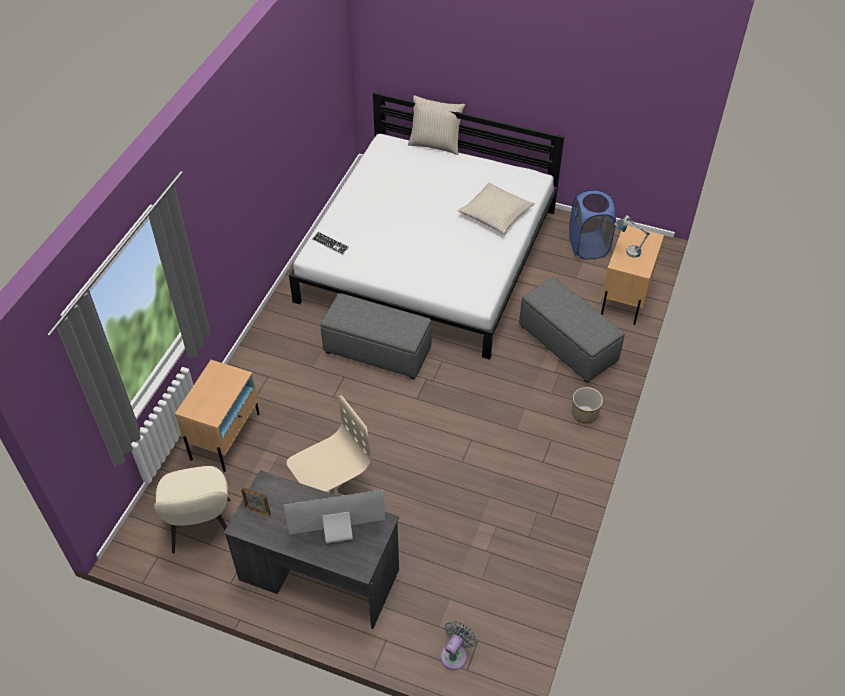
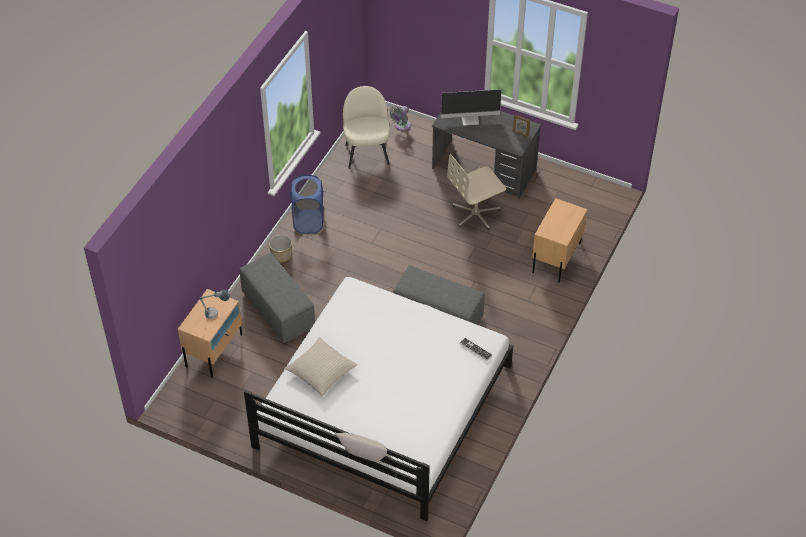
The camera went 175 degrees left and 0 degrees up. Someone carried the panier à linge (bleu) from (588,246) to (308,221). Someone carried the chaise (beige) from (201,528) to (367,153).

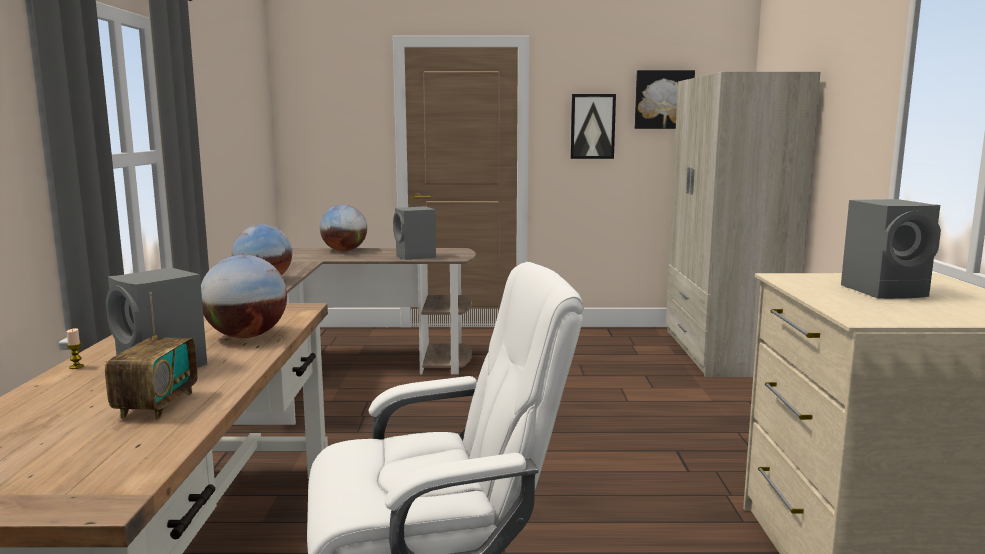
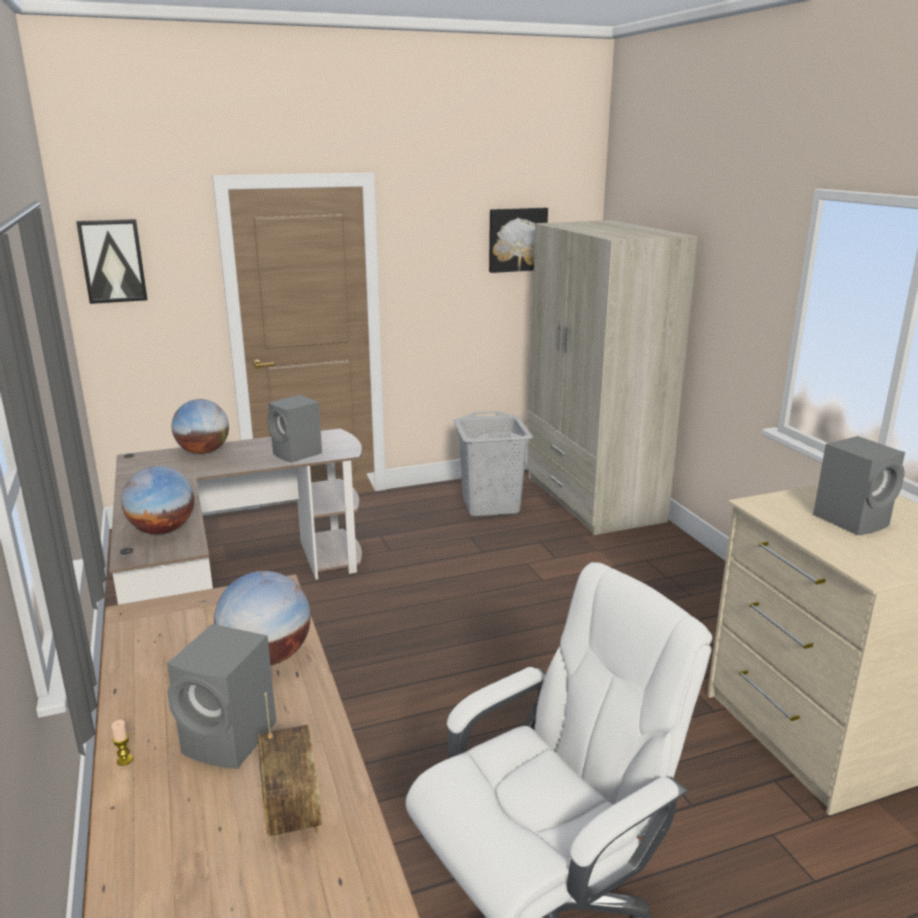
The camera went 20 degrees left and 10 degrees up. Someone carried the tableau from (592,126) to (112,261). Someone put down the panier à linge (gris) at (490,505).

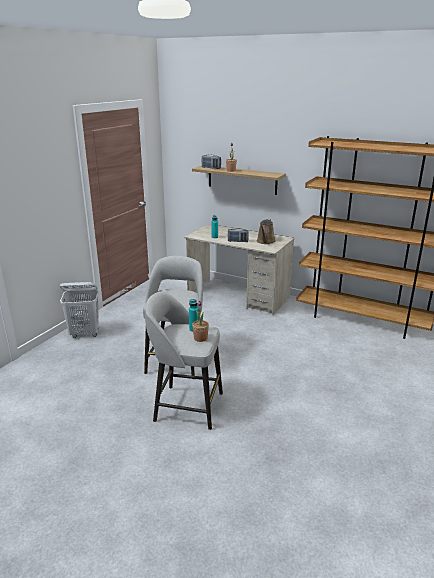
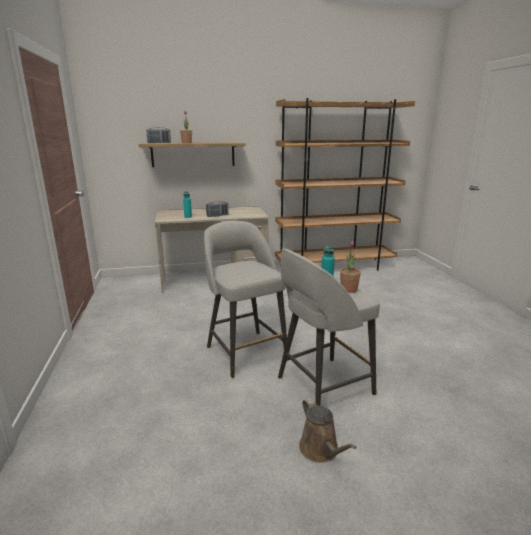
The camera went 40 degrees left and 5 degrees down. Someone carried the arrosoir (marron) from (265,241) to (321,450). Someone took away the panier à linge (blanc) at (85,333).

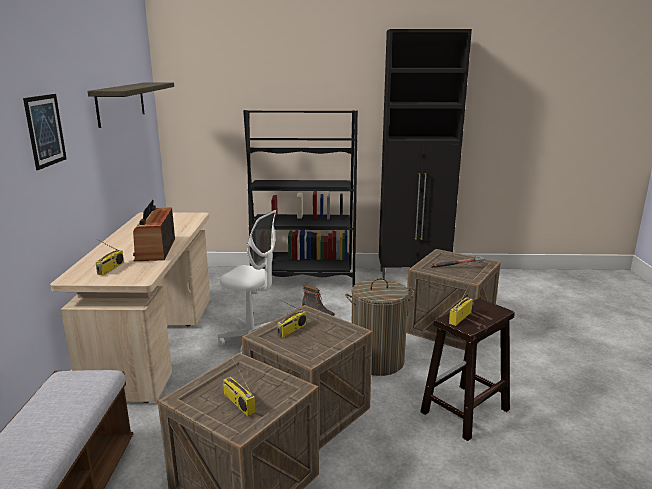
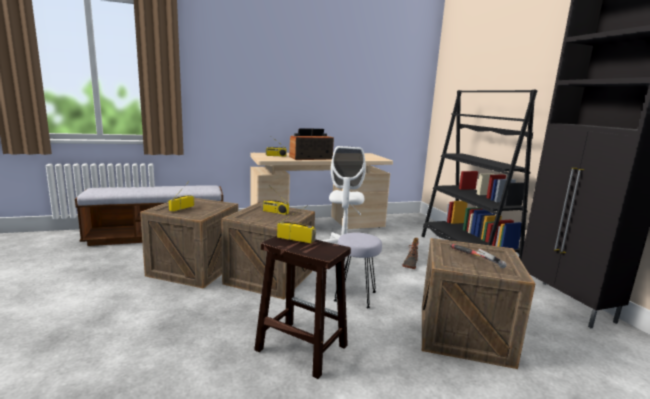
The camera went 70 degrees right and 5 degrees down. Someone took away the étagère at (121,103). Someone took away the tableau at (45,130). Someone swapped the panier à linge at (377,361) for the tabouret (gris) at (355,297).

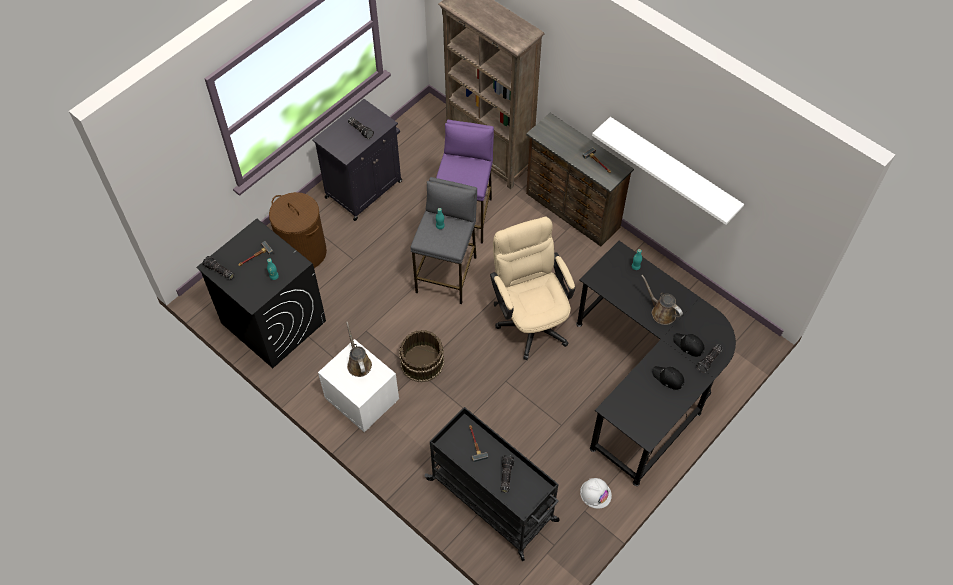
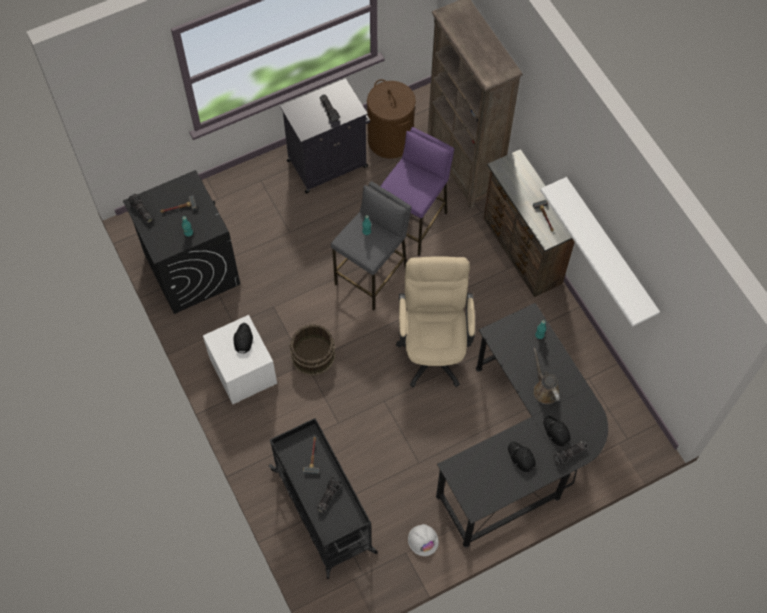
The camera went 20 degrees right and 5 degrees up. Someone carried the panier à linge (marron) from (303,252) to (390,140). Someone swapped the arrosoir (marron) at (358,363) for the casquette (noir) at (243,339).

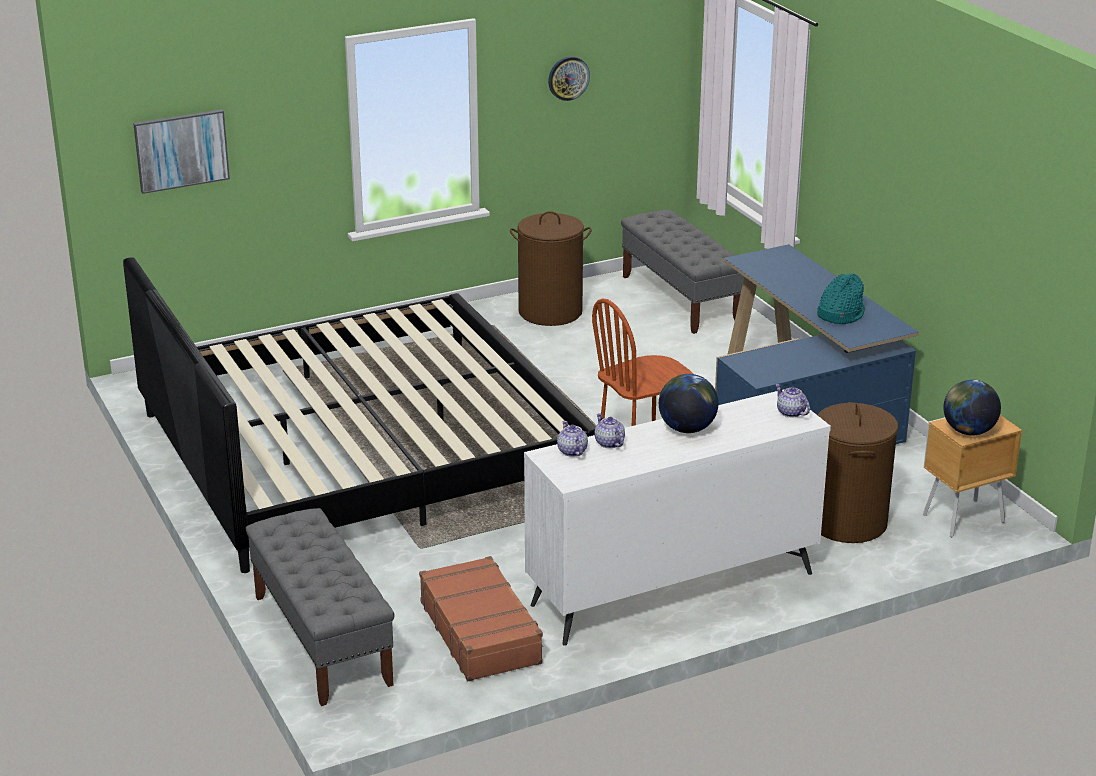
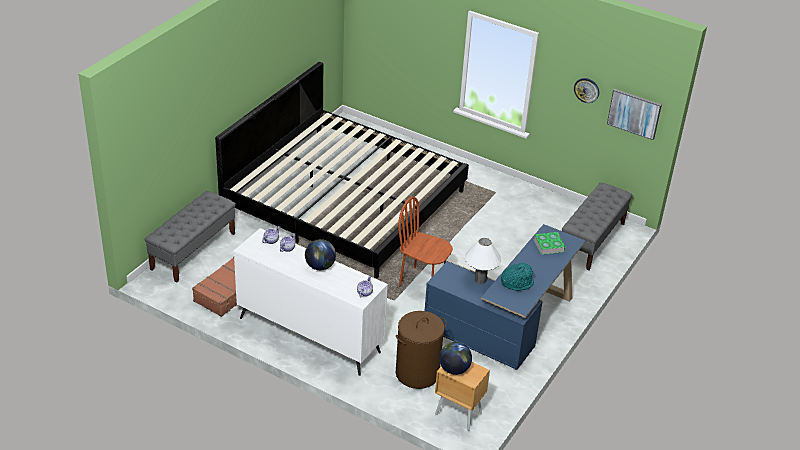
The camera went 55 degrees right and 10 degrees up. Someone carried the tableau from (181,150) to (634,113). Someone took away the panier à linge (marron) at (550,312). Someone put down the livre at (549,245). Someone put down the lampe de table (blanc) at (480,280).

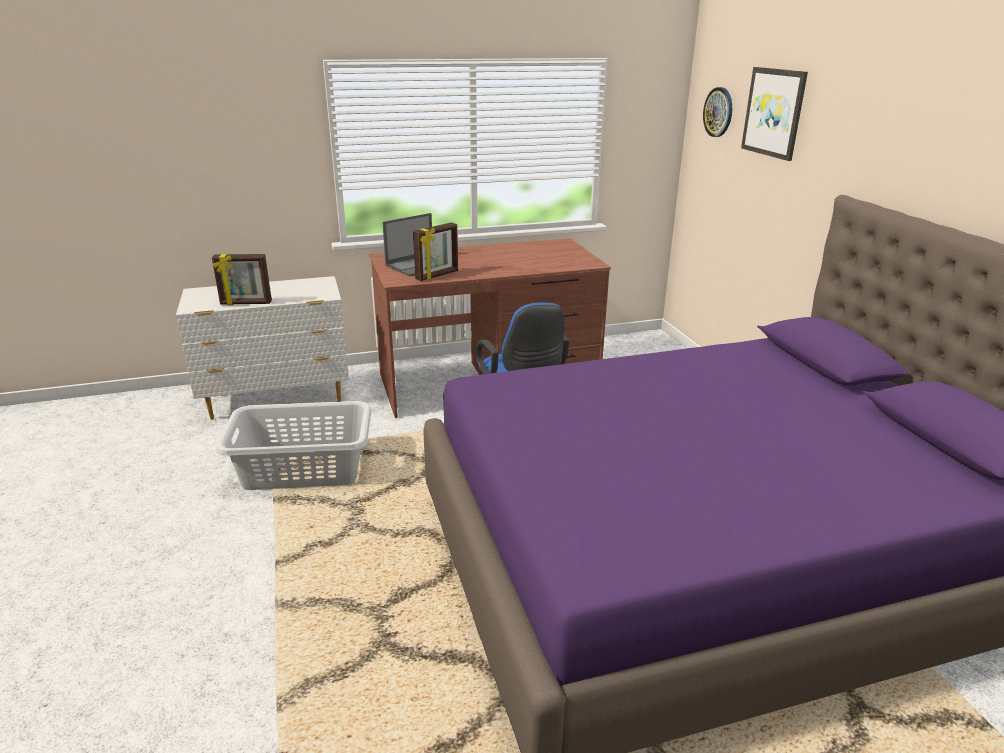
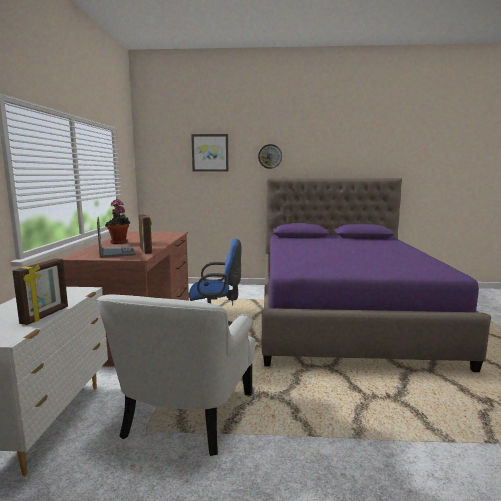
The camera went 70 degrees left and 15 degrees down. Someone carried the horloge murale from (718,112) to (270,156). Someone swapped the panier à linge (gris) at (303,468) for the fauteuil (blanc) at (186,415). Someone put down the plante en pot at (119,242).

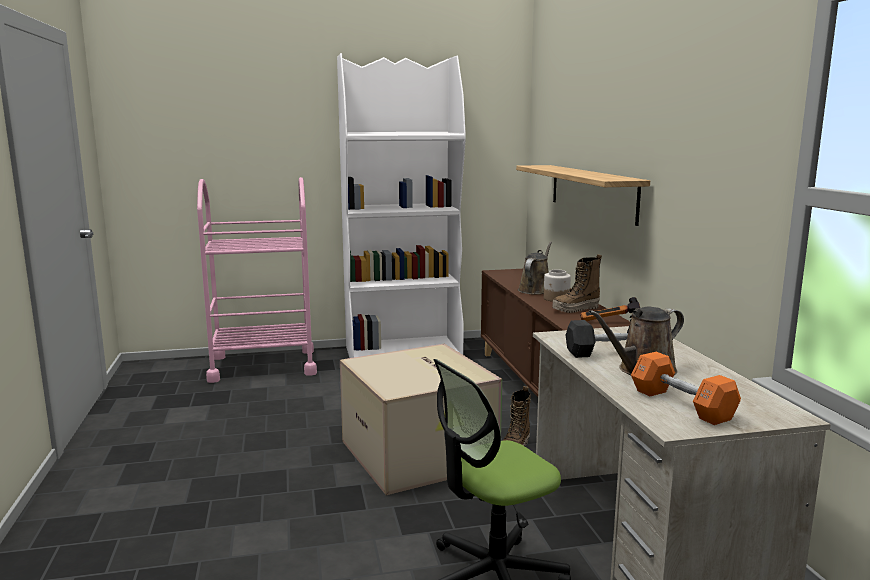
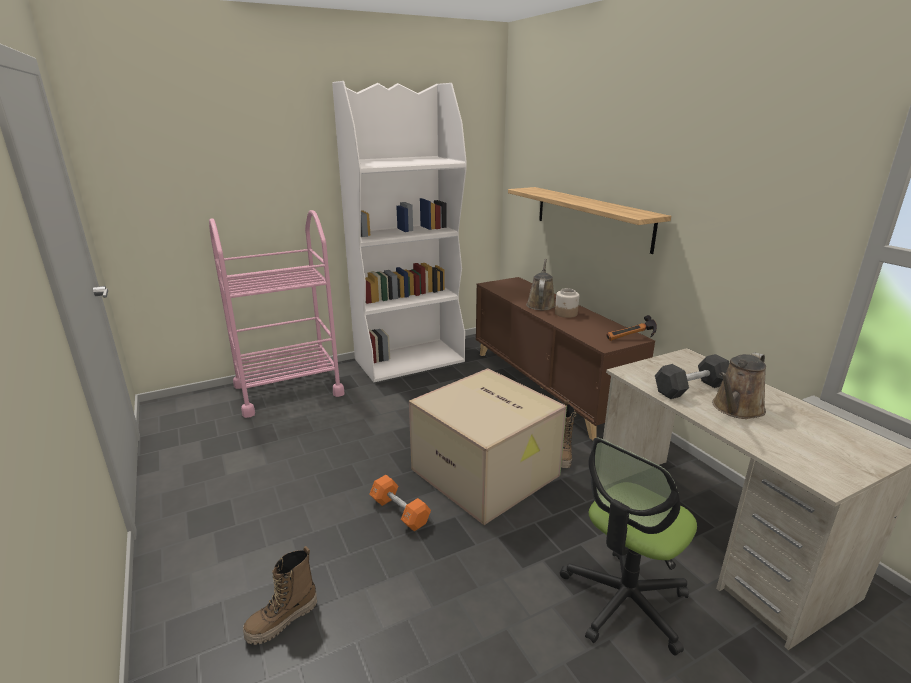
The camera went 15 degrees left and 10 degrees up. Someone carried the botte from (576,309) to (282,621). Someone carried the haltère (orange) from (681,404) to (400,512).

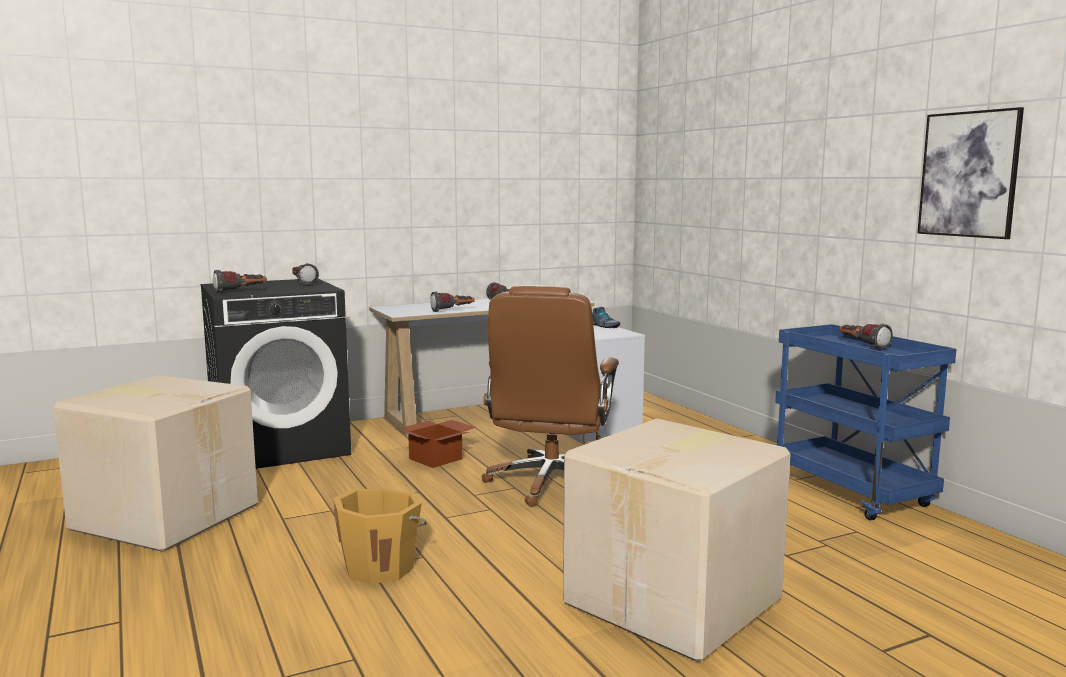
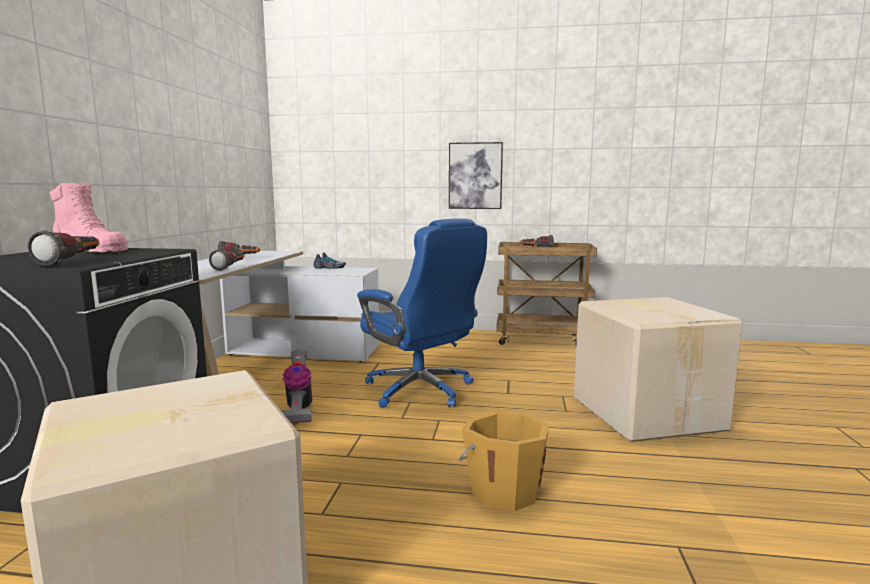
The camera went 55 degrees left and 0 degrees up. Someone carried the tableau from (969,174) to (475,176). Someone swapped the lampe de poche at (302,283) for the botte (rose) at (91,250). Someone repainted the chaise de bureau (marron) at (550,484), which became the chaise de bureau (bleu) at (421,390). Someone repainted the chariot (bleu) at (853,493), which became the chariot (marron) at (542,339). Someone swapped the carton at (437,459) for the aspirateur at (298,409).

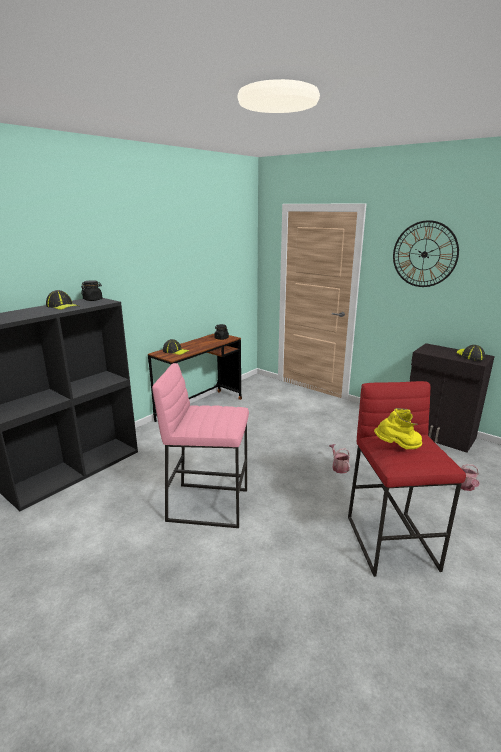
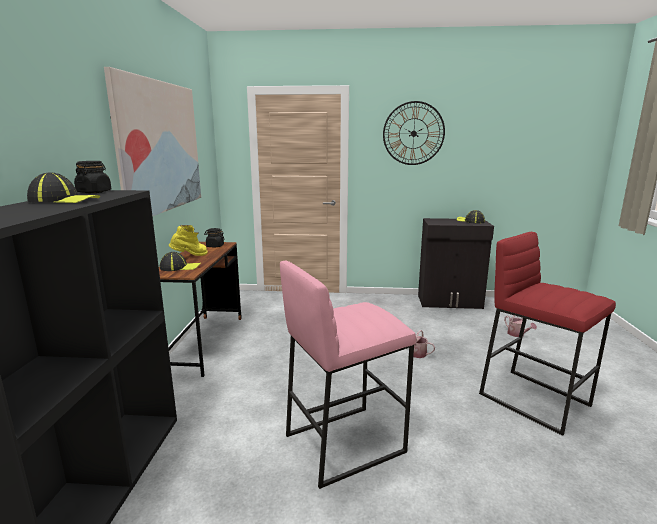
The camera went 35 degrees left and 5 degrees down. Someone carried the botte (jaune) from (398,447) to (190,257). Someone put up the tableau at (160,147).

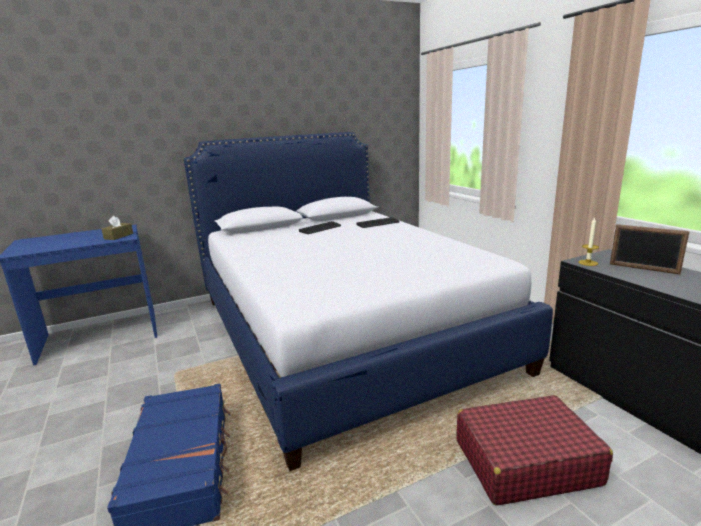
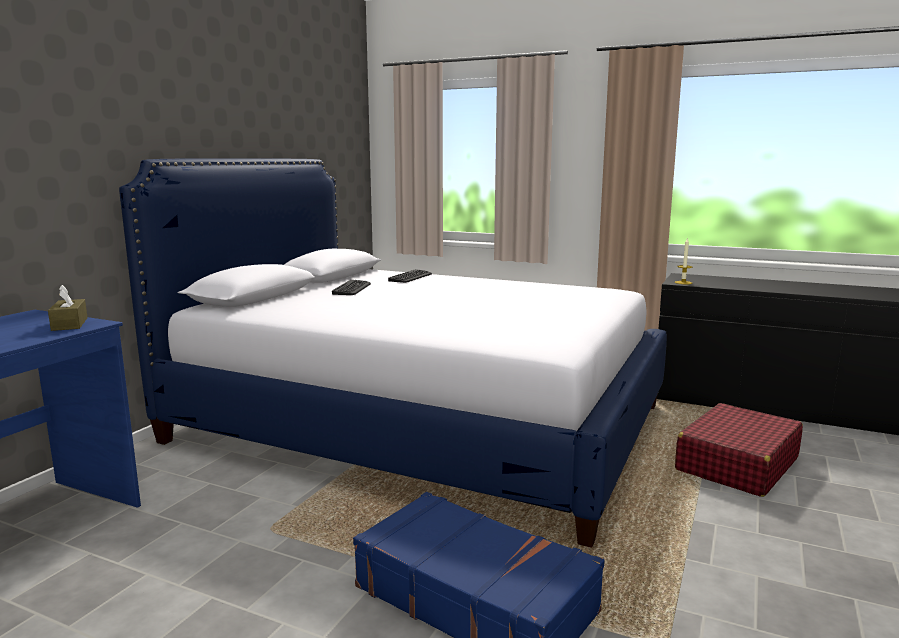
The camera went 40 degrees left and 5 degrees down. Someone took away the cadre photo at (643,269).

